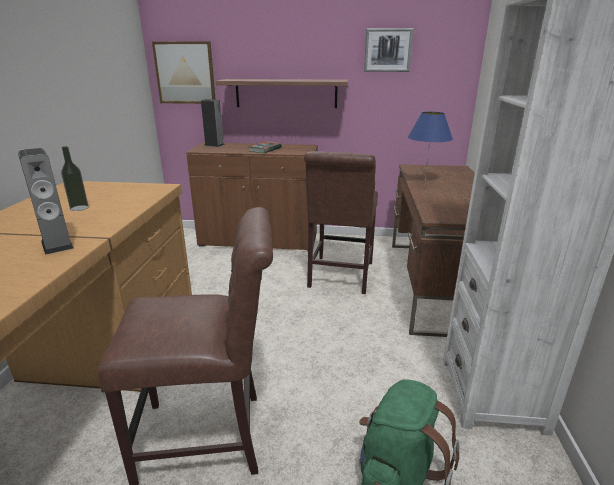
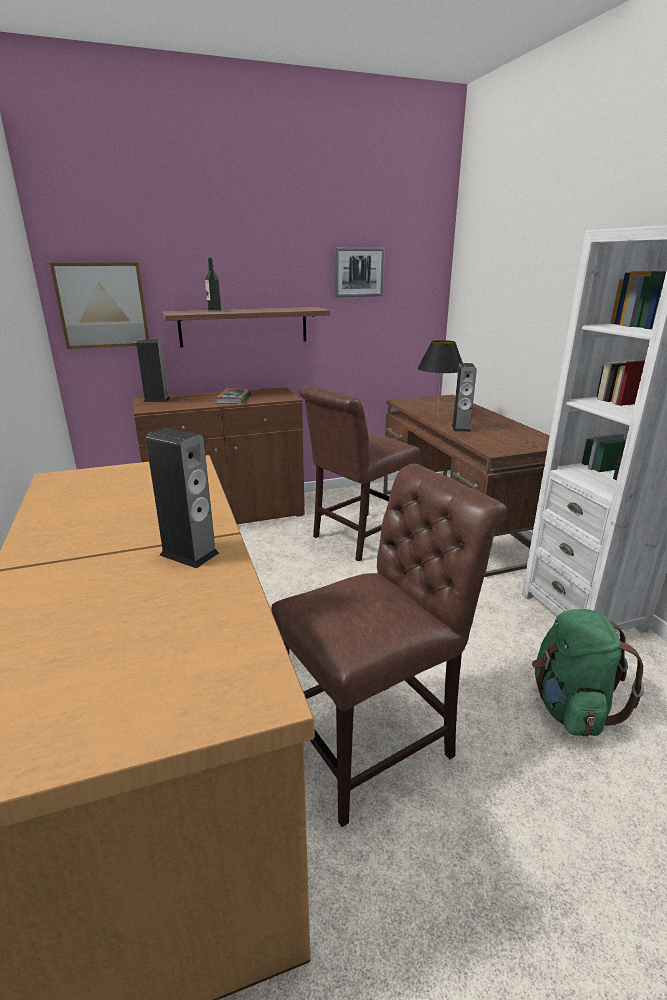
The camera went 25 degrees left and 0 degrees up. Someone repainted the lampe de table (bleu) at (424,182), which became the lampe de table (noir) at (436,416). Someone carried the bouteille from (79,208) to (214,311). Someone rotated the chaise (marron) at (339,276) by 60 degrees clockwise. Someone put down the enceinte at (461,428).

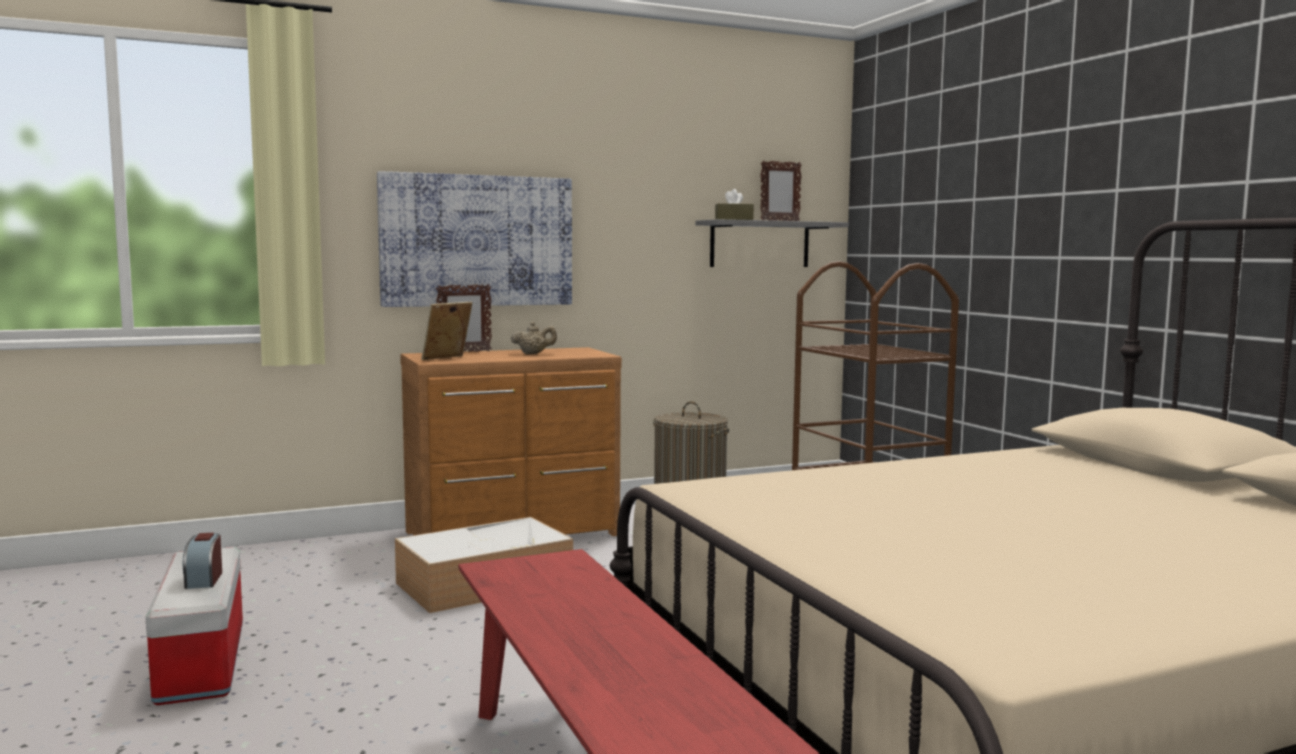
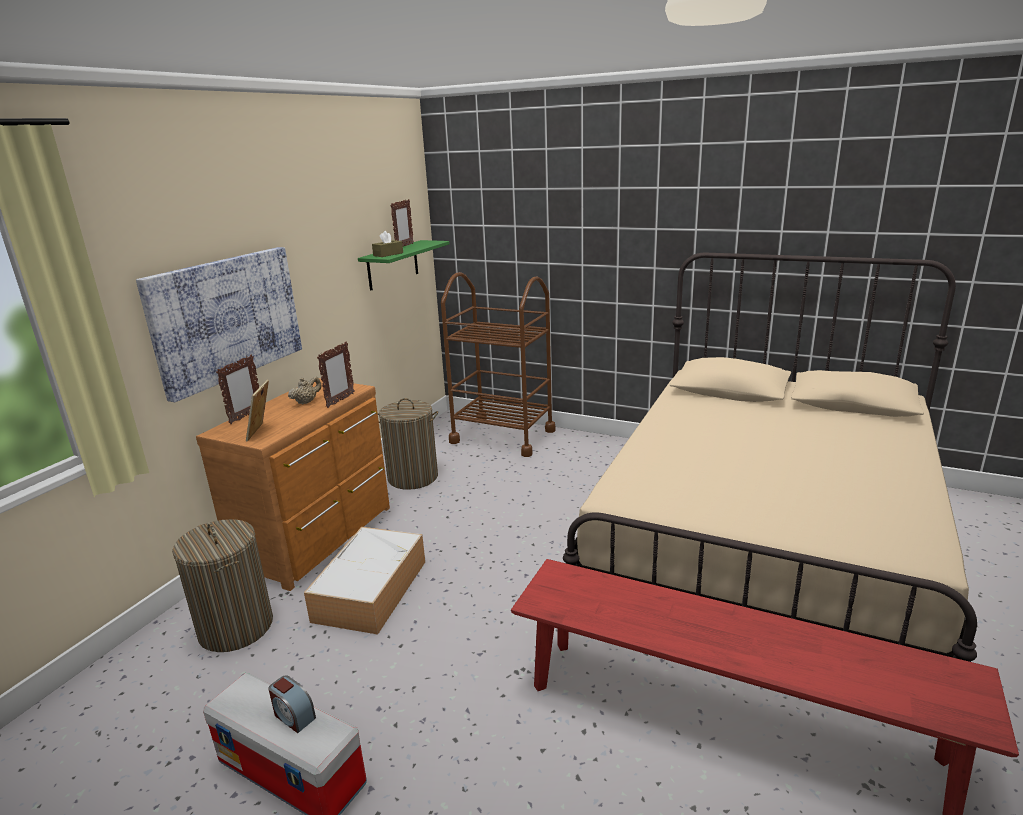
The camera went 40 degrees left and 15 degrees up. Someone repainted the étagère (gris) at (760,244), which became the étagère (vert) at (393,265). Someone put down the cadre photo at (340,400). Someone put down the panier à linge at (236,627).

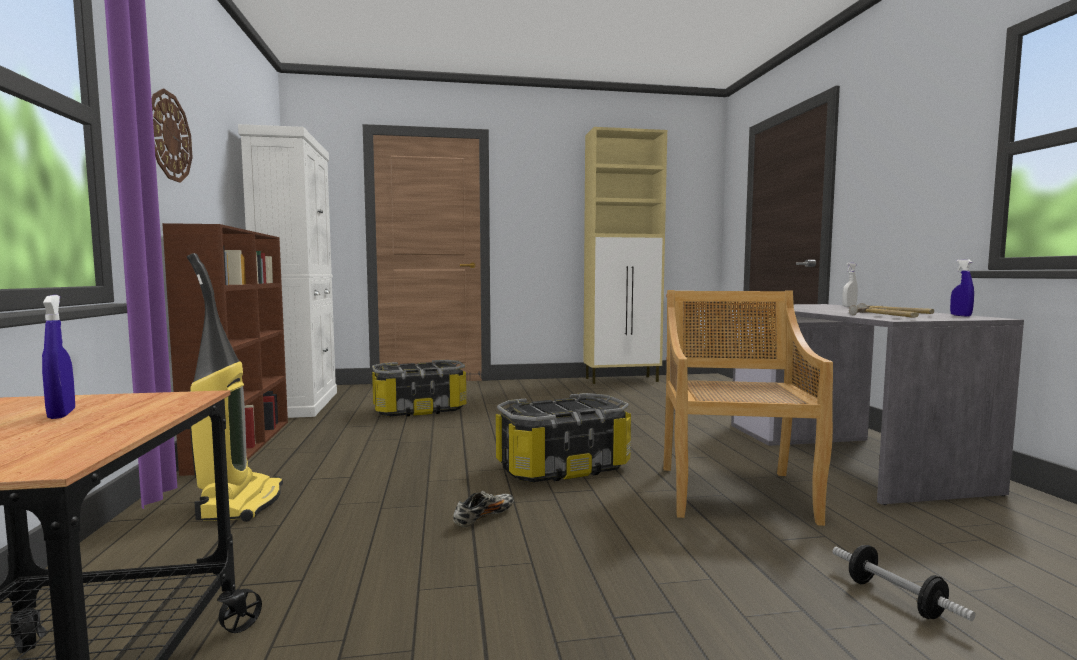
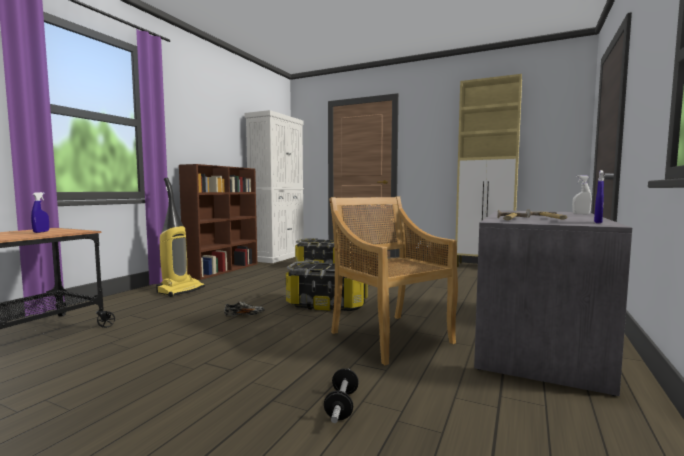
The camera went 35 degrees right and 0 degrees up. Someone took away the horloge murale at (169,136). Someone rotated the chaise (beige) at (734,492) by 75 degrees counterclockwise.

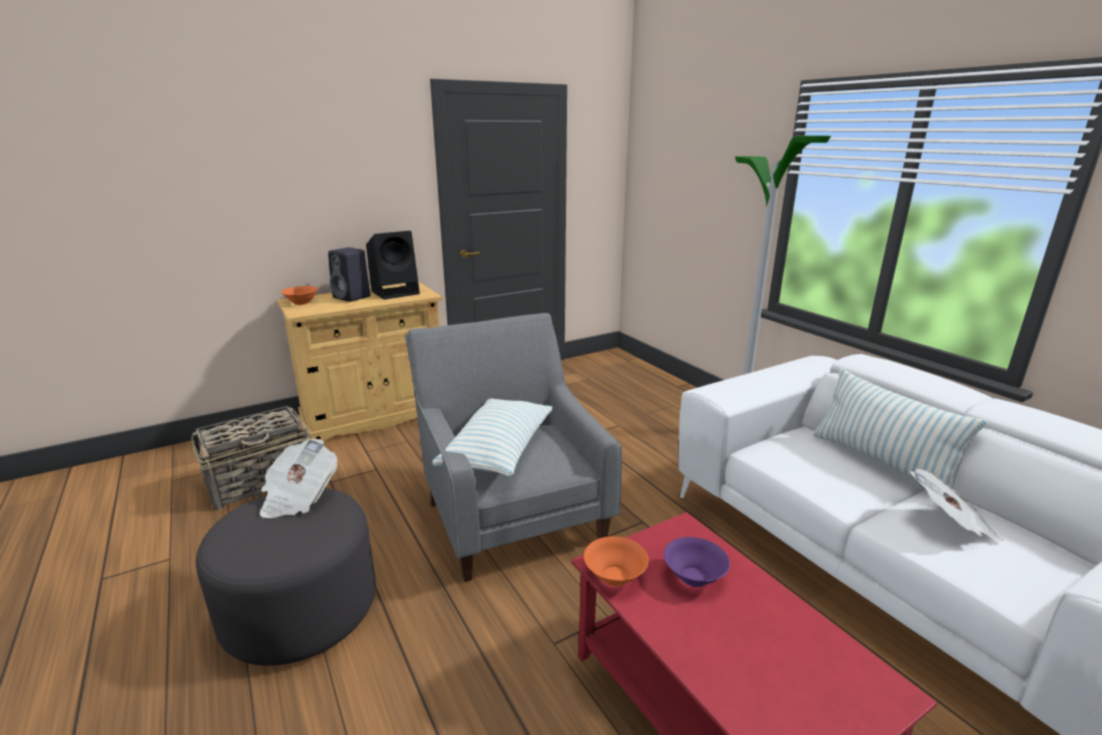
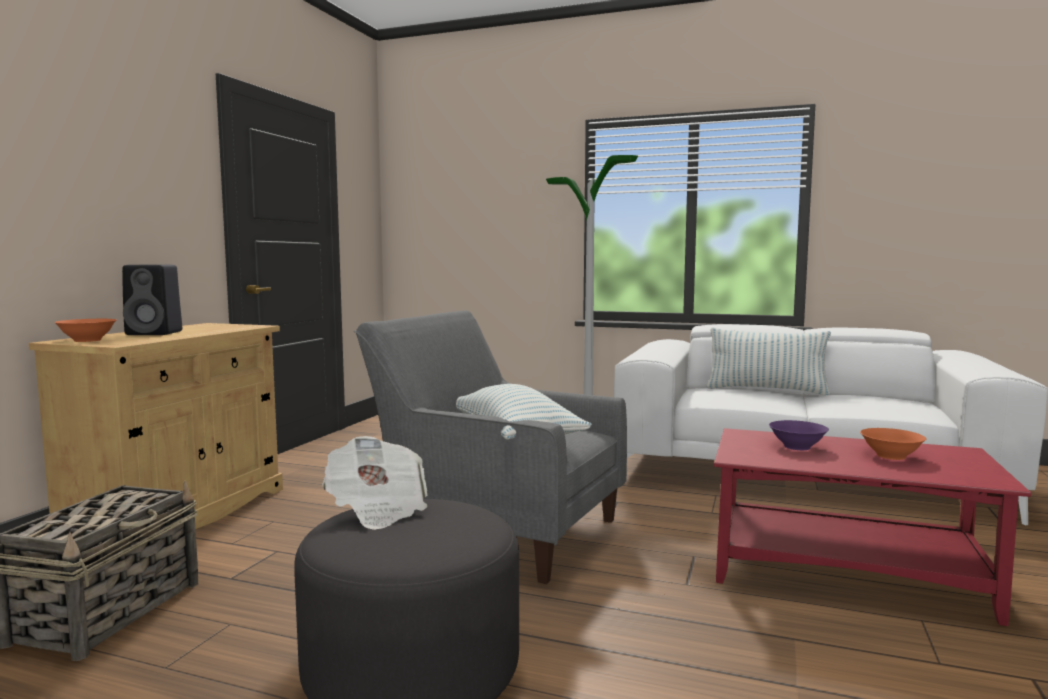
The camera went 40 degrees left and 15 degrees down. Someone took away the enceinte (noir) at (396,292). Someone took away the journal at (949,523). Someone carried the bol (orange) from (615,576) to (891,456).

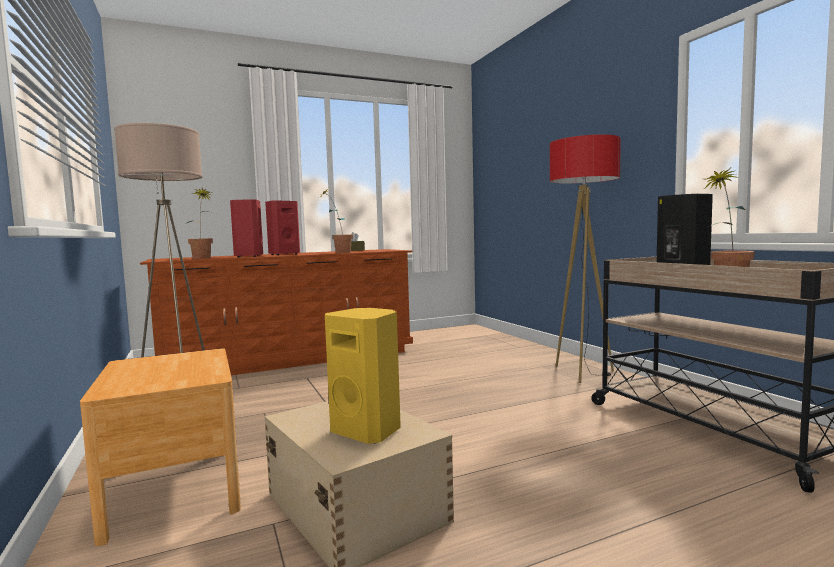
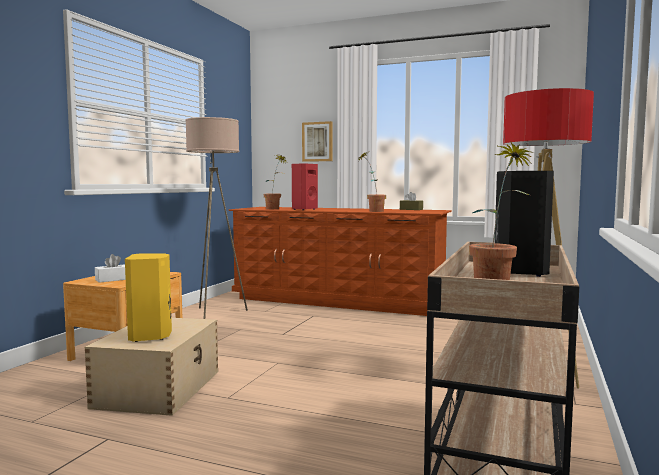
The camera went 45 degrees right and 0 degrees up. Someone took away the enceinte (rouge) at (283,254). Someone put up the tableau at (317,141). Someone put down the boîte à mouchoirs (blanc) at (113,279).

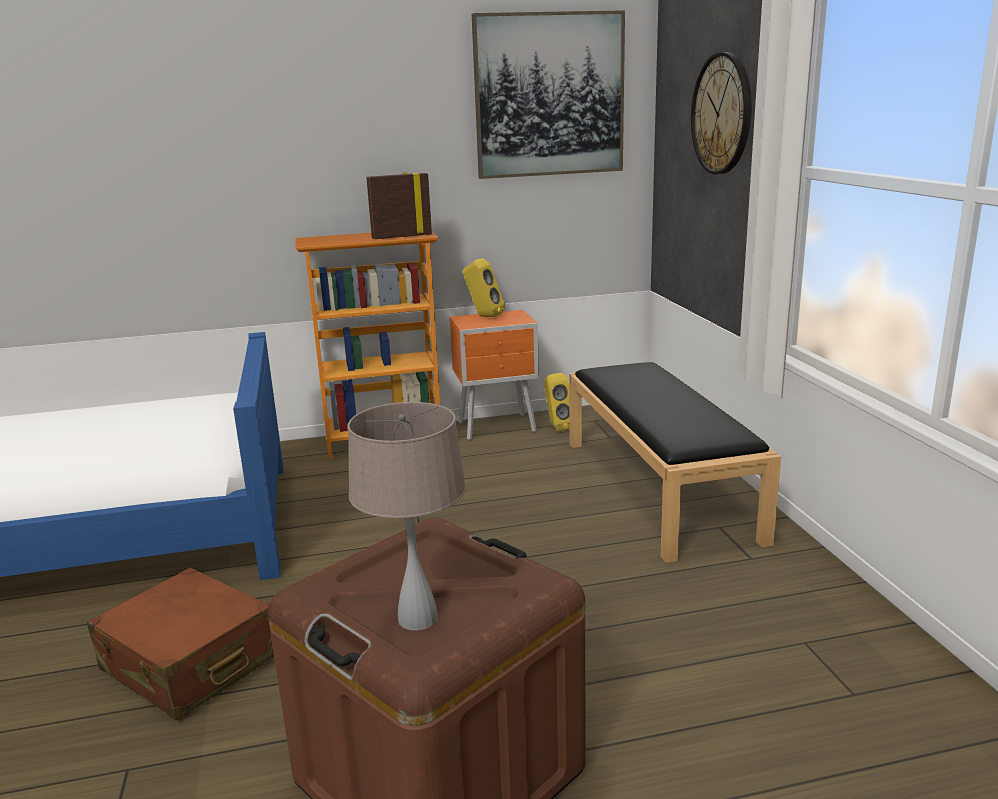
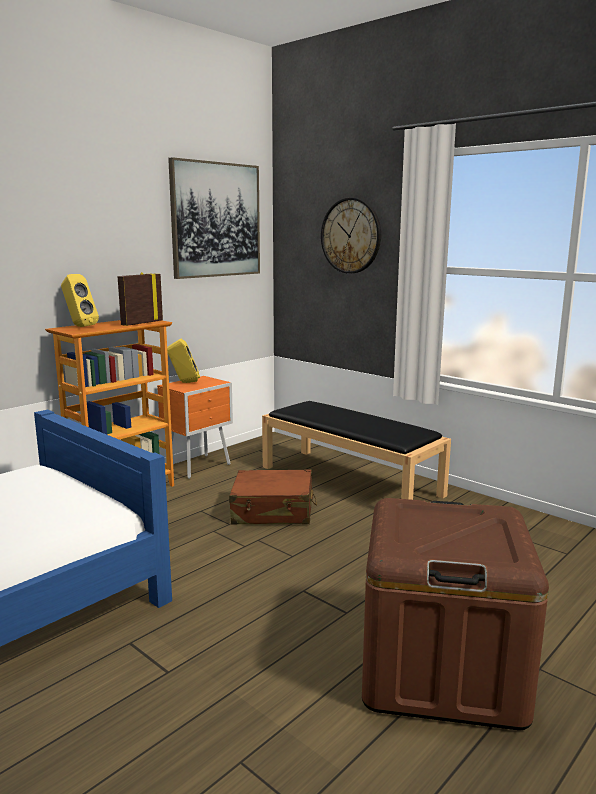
The camera went 35 degrees left and 5 degrees down. Someone carried the enceinte (jaune) from (557,427) to (79,326). Someone took away the lampe de table (beige) at (419,618). Someone carried the valise (marron) from (190,663) to (273,511).

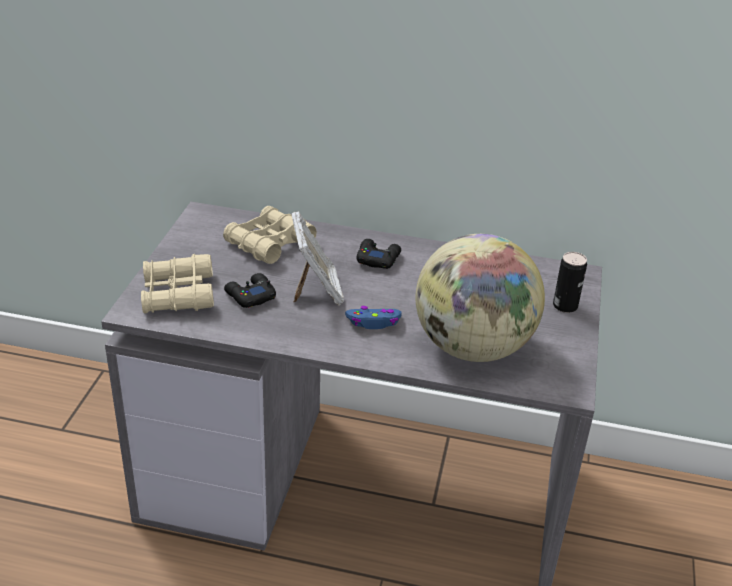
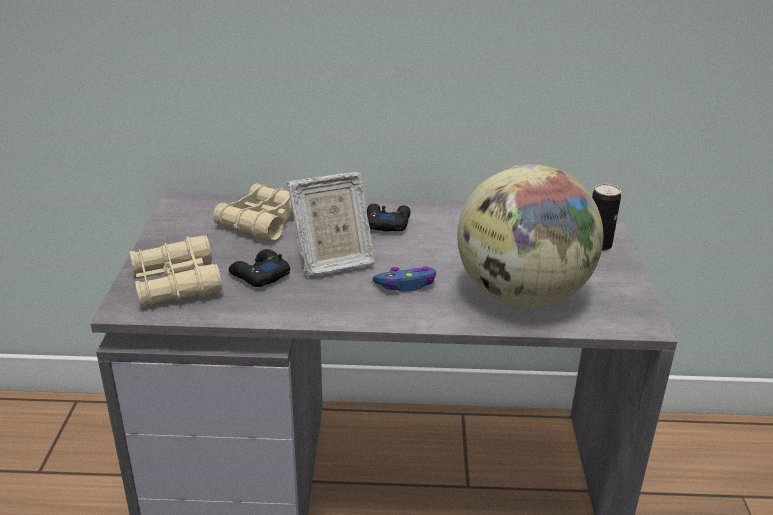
The camera went 10 degrees left and 5 degrees down. Someone rotated the cadre photo at (316,291) by 90 degrees clockwise.

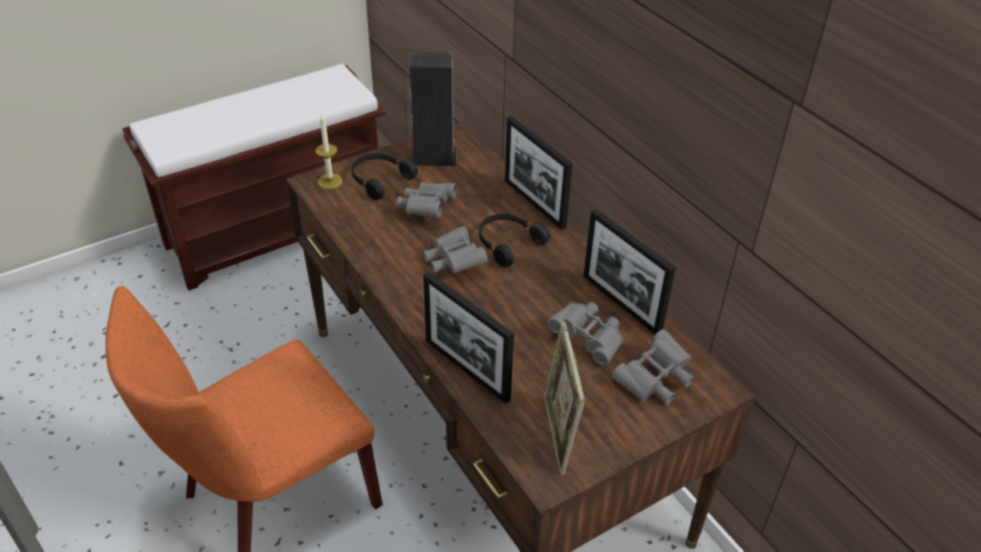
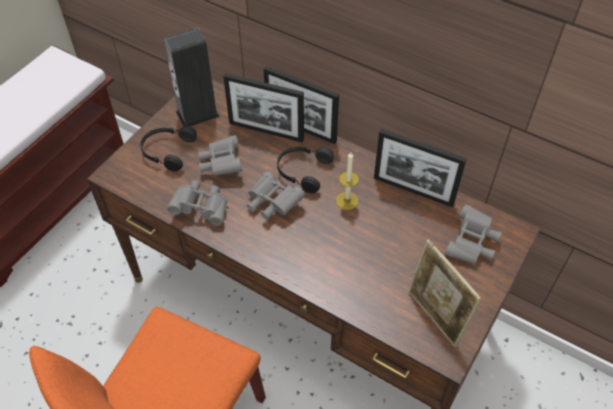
The camera went 25 degrees left and 10 degrees up. Someone carried the bougie from (330,181) to (347,200). Someone carried the cadre photo from (467,370) to (266,131). Someone carried the jumelles (gris) from (588,339) to (201,208).

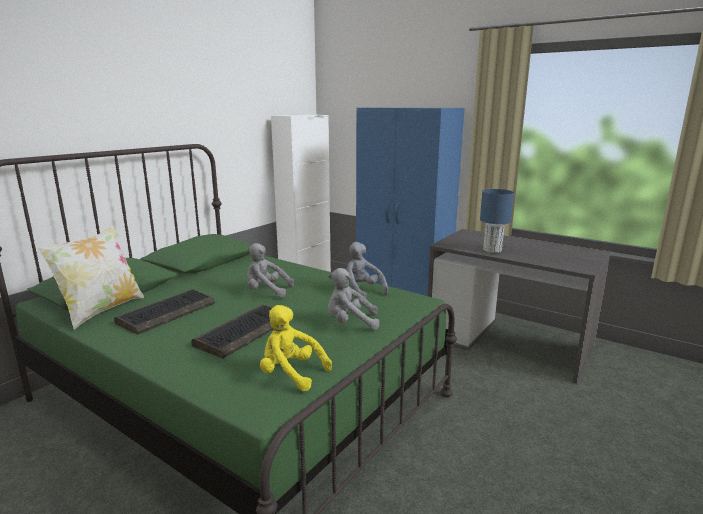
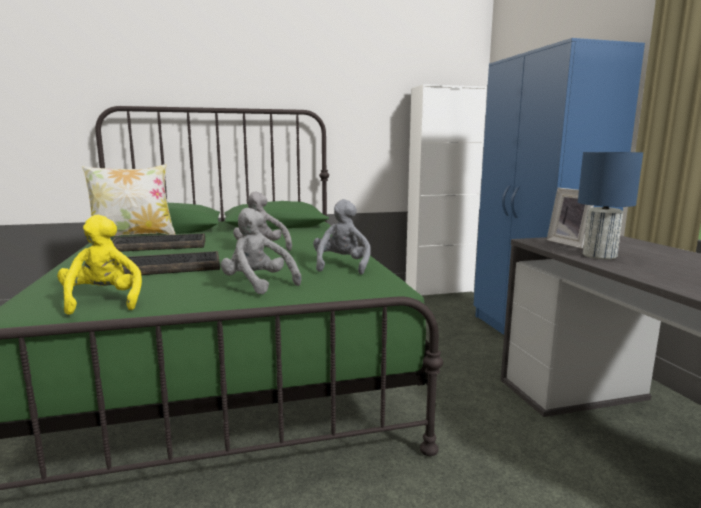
The camera went 40 degrees right and 5 degrees down. Someone put down the cadre photo at (570,244).

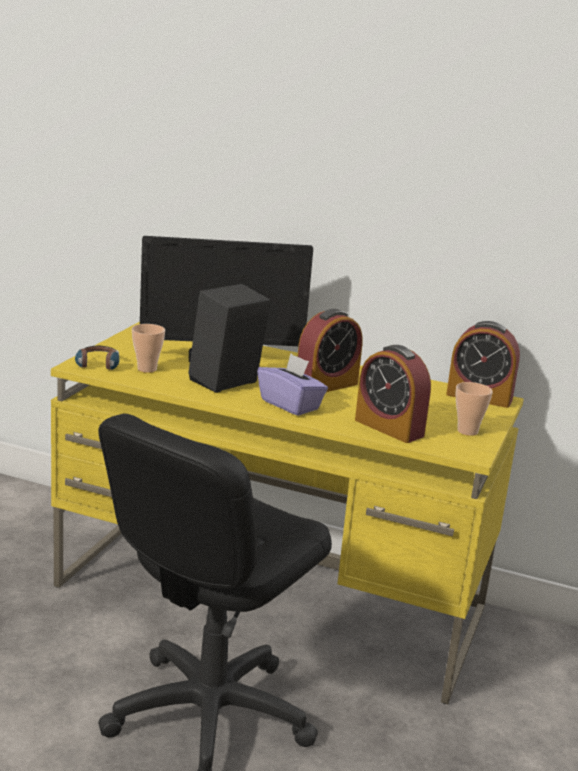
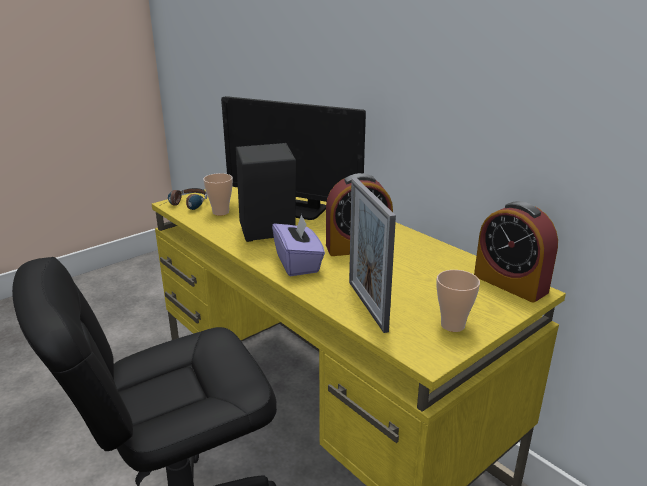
The camera went 30 degrees right and 5 degrees up. Someone swapped the réveil at (389,428) for the cadre photo at (367,305).

